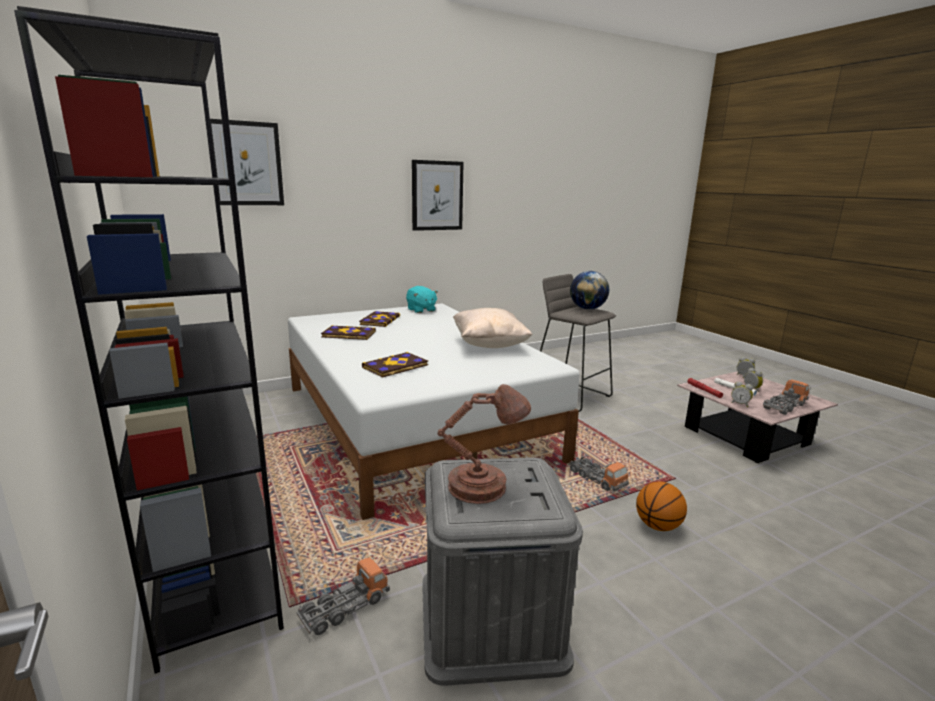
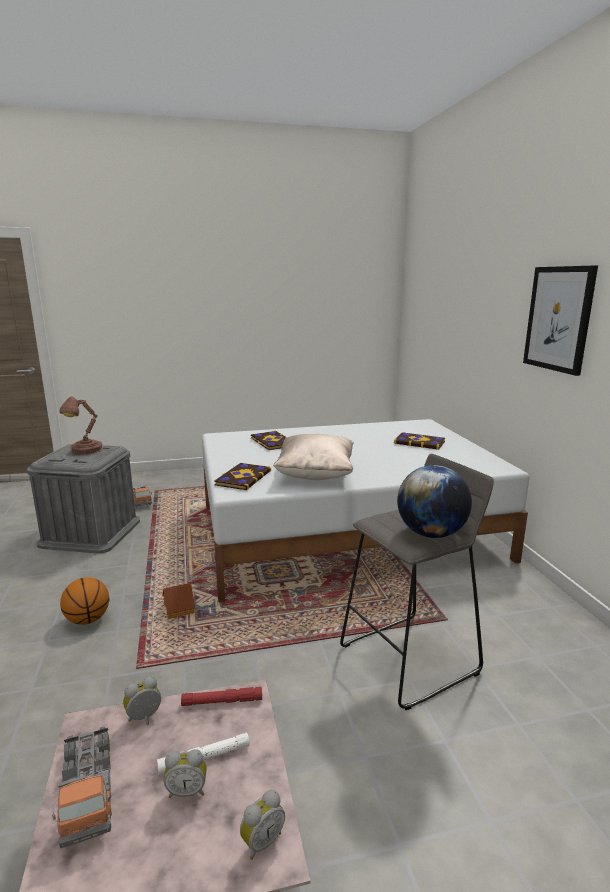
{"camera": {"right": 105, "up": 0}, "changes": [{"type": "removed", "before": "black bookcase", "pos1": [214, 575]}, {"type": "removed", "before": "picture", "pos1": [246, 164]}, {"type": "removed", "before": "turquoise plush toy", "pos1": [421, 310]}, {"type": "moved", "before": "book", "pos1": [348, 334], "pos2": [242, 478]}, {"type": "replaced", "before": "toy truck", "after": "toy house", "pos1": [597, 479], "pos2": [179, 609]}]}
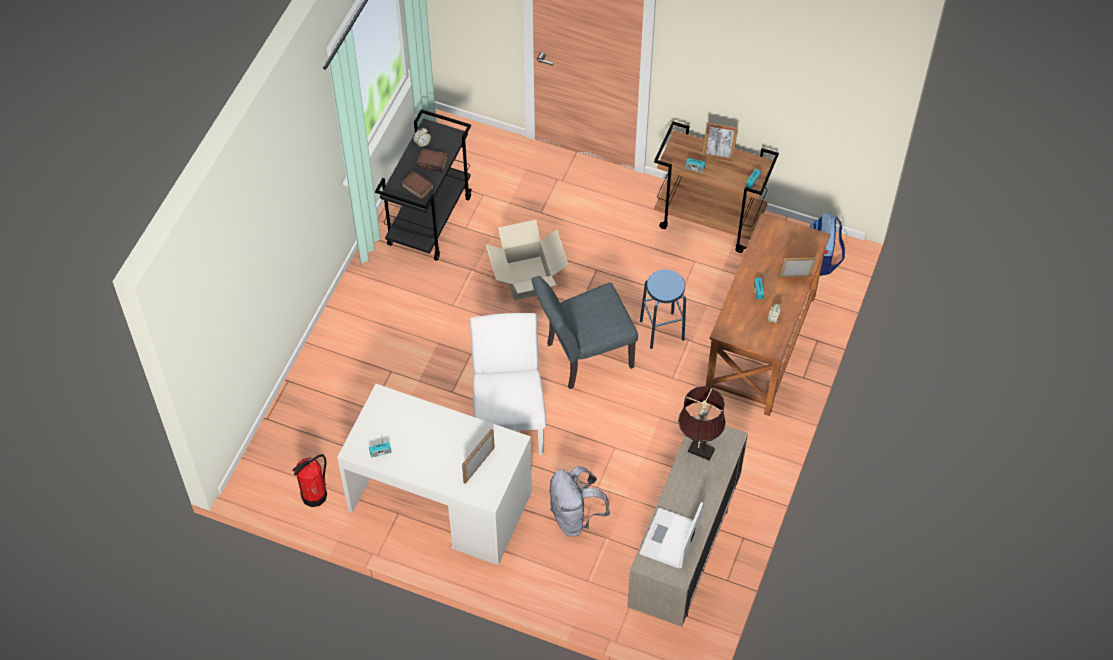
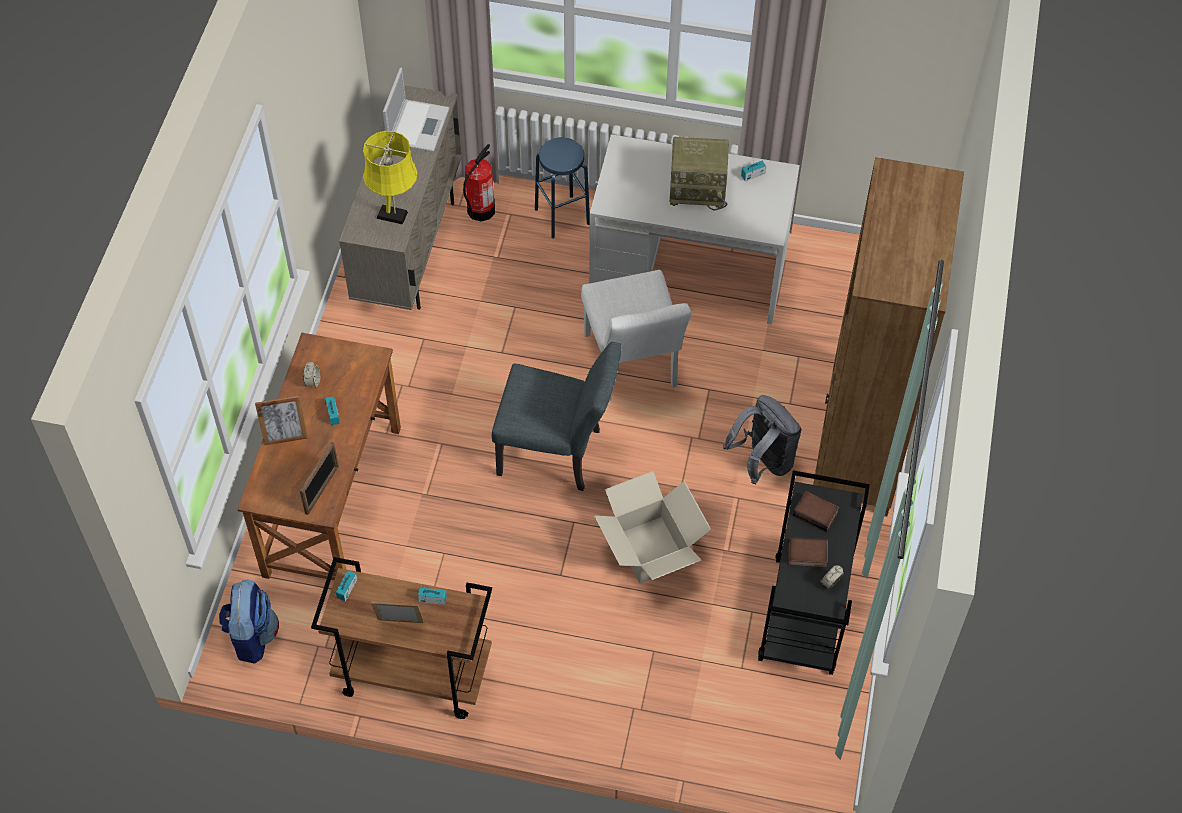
{"camera": {"right": 170, "up": 0}, "changes": [{"type": "moved", "before": "blue stool", "pos1": [661, 330], "pos2": [562, 216]}, {"type": "turned", "before": "grey chair", "pos1": [583, 357], "pos2": [558, 454], "turn": 45}, {"type": "recoloured", "before": "brown table lamp", "after": "yellow table lamp", "pos1": [698, 449], "pos2": [395, 216]}, {"type": "moved", "before": "picture frame", "pos1": [478, 465], "pos2": [322, 489]}, {"type": "moved", "before": "fire extinguisher", "pos1": [314, 495], "pos2": [480, 210]}, {"type": "moved", "before": "grey backpack", "pos1": [575, 517], "pos2": [762, 462]}, {"type": "added", "after": "radio", "pos2": [698, 189]}, {"type": "added", "after": "brown bookcase", "pos2": [858, 447]}]}
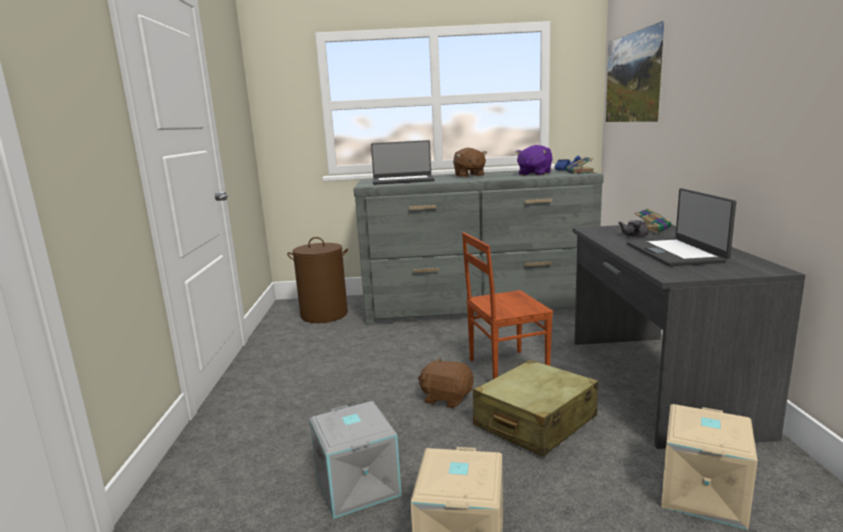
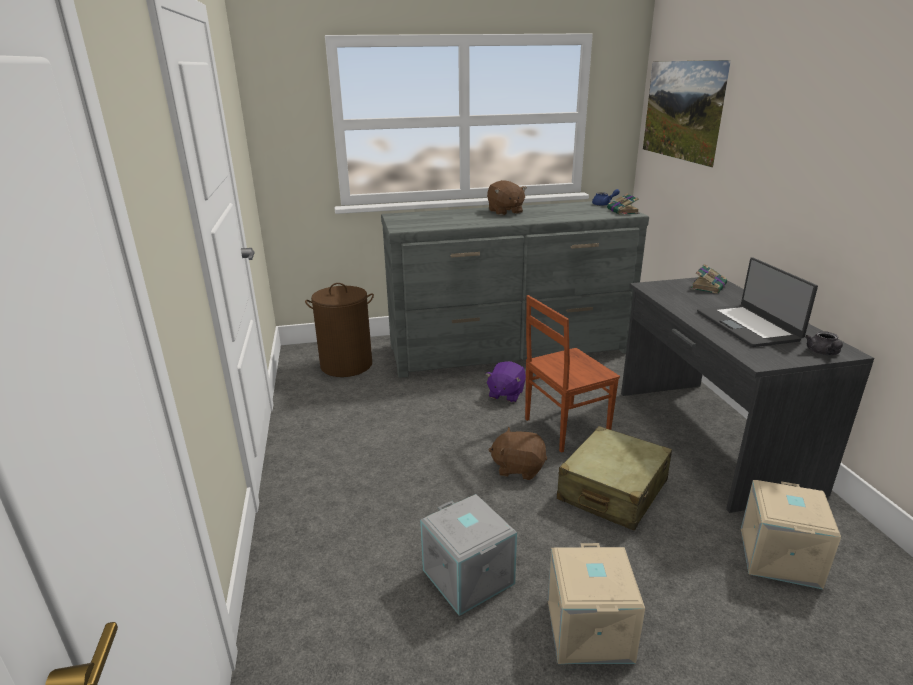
{"camera": {"right": -10, "up": 10}, "changes": [{"type": "removed", "before": "laptop", "pos1": [403, 180]}, {"type": "moved", "before": "purple plush toy", "pos1": [534, 174], "pos2": [505, 394]}, {"type": "moved", "before": "grey teapot", "pos1": [634, 236], "pos2": [823, 353]}]}
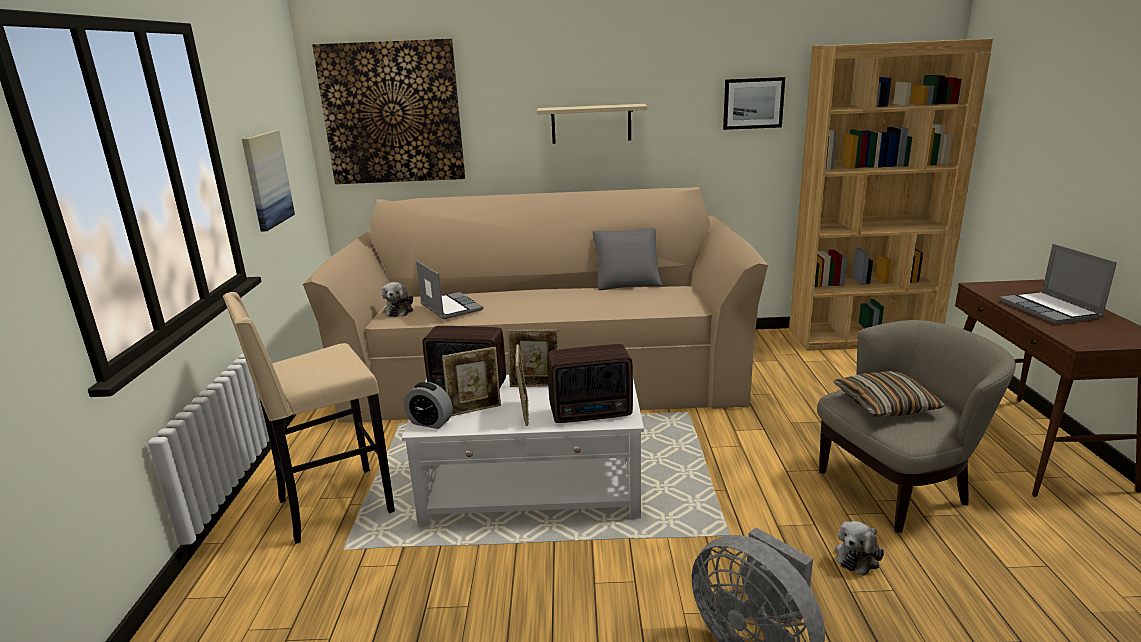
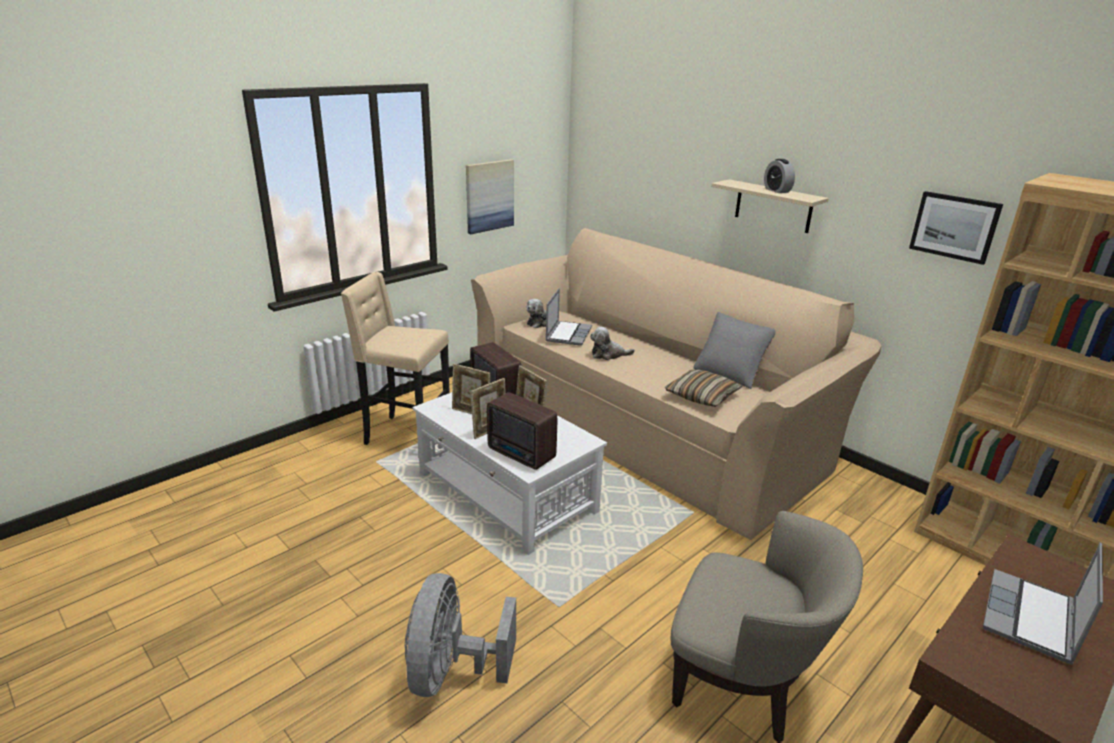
{"camera": {"right": 45, "up": 5}, "changes": [{"type": "removed", "before": "picture", "pos1": [392, 113]}, {"type": "moved", "before": "pillow", "pos1": [885, 405], "pos2": [702, 396]}, {"type": "moved", "before": "alarm clock", "pos1": [430, 422], "pos2": [777, 190]}, {"type": "moved", "before": "plush toy", "pos1": [858, 556], "pos2": [608, 355]}]}
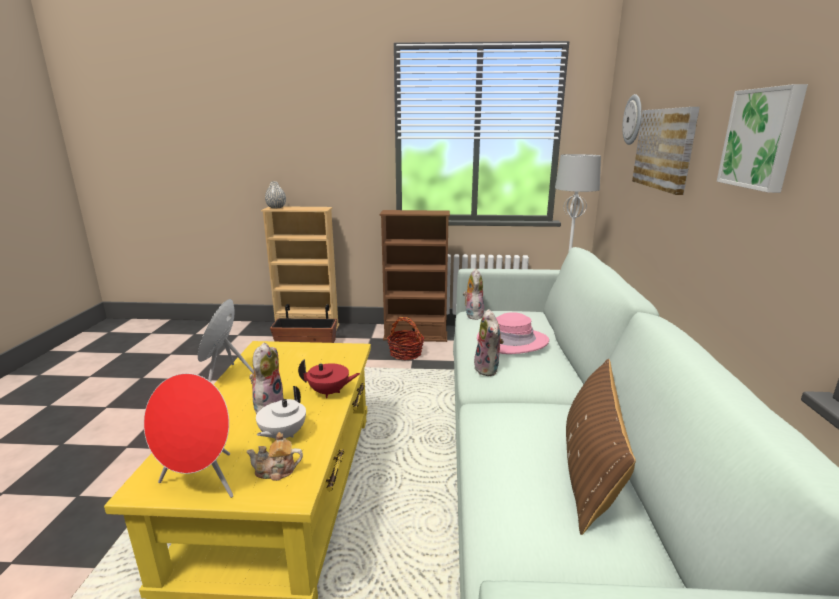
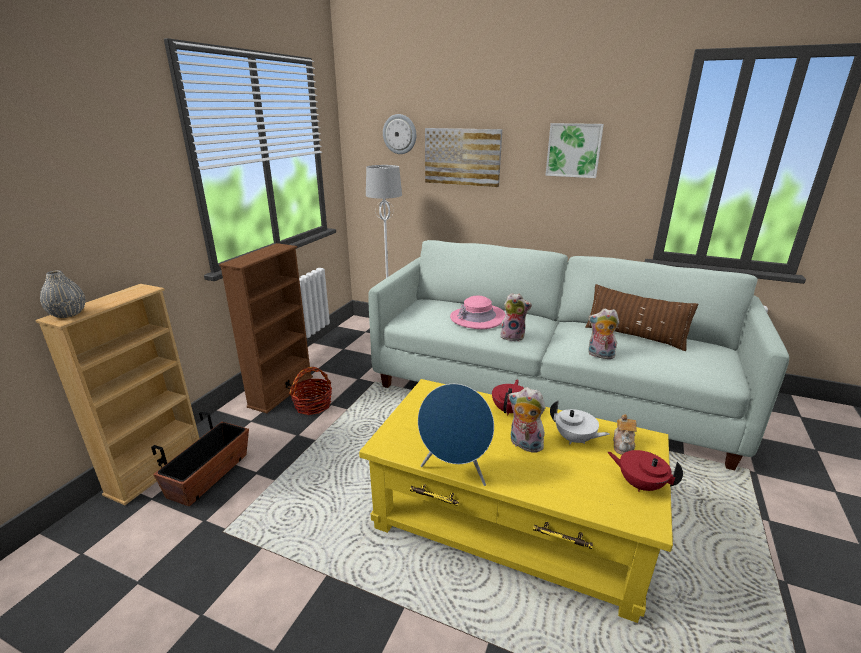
{"camera": {"right": -70, "up": 5}, "changes": [{"type": "moved", "before": "plush toy", "pos1": [472, 315], "pos2": [600, 355]}, {"type": "replaced", "before": "red speaker", "after": "red teapot", "pos1": [201, 483], "pos2": [640, 484]}]}
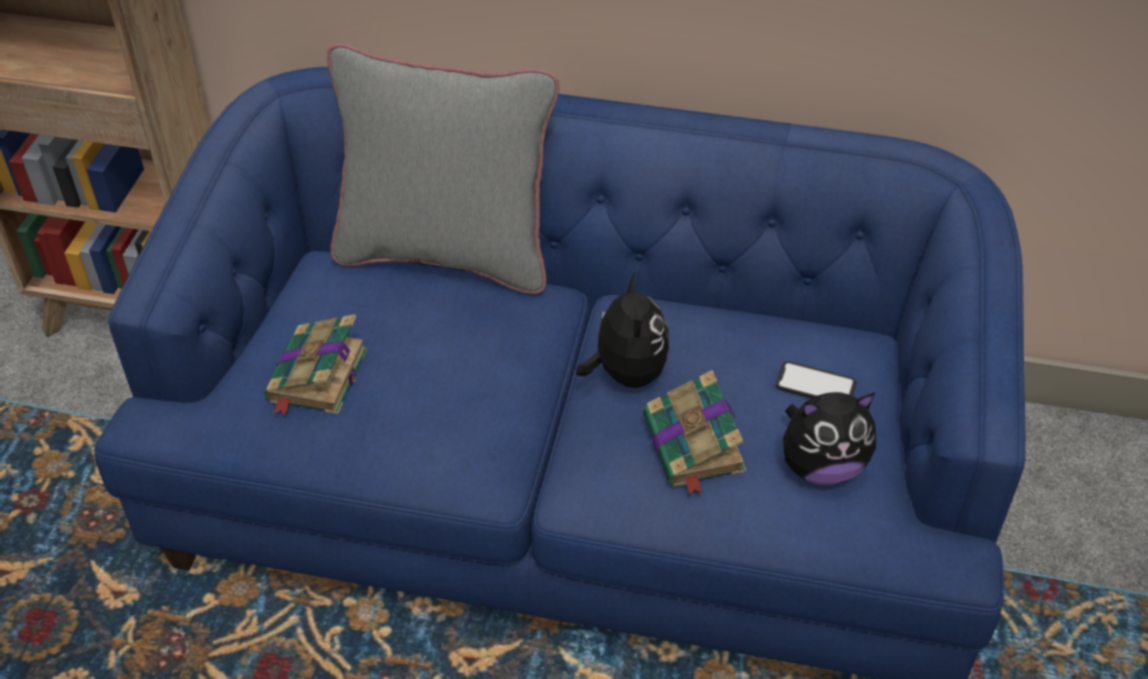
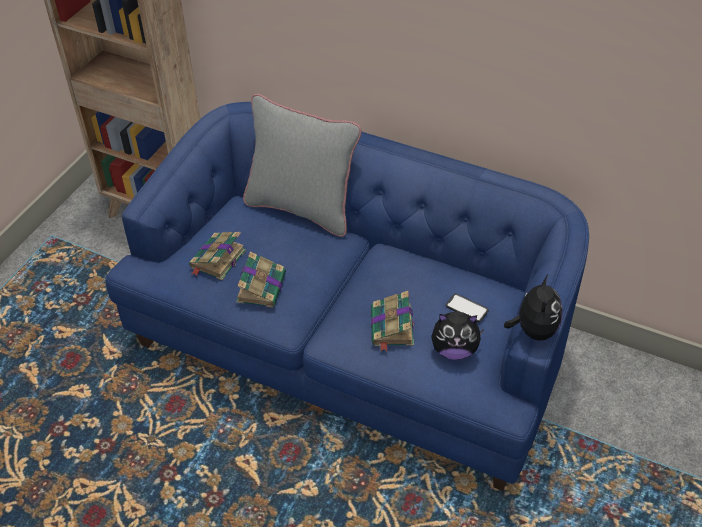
{"camera": {"right": 15, "up": 0}, "changes": [{"type": "moved", "before": "plush toy", "pos1": [626, 373], "pos2": [533, 330]}, {"type": "added", "after": "book", "pos2": [261, 286]}]}
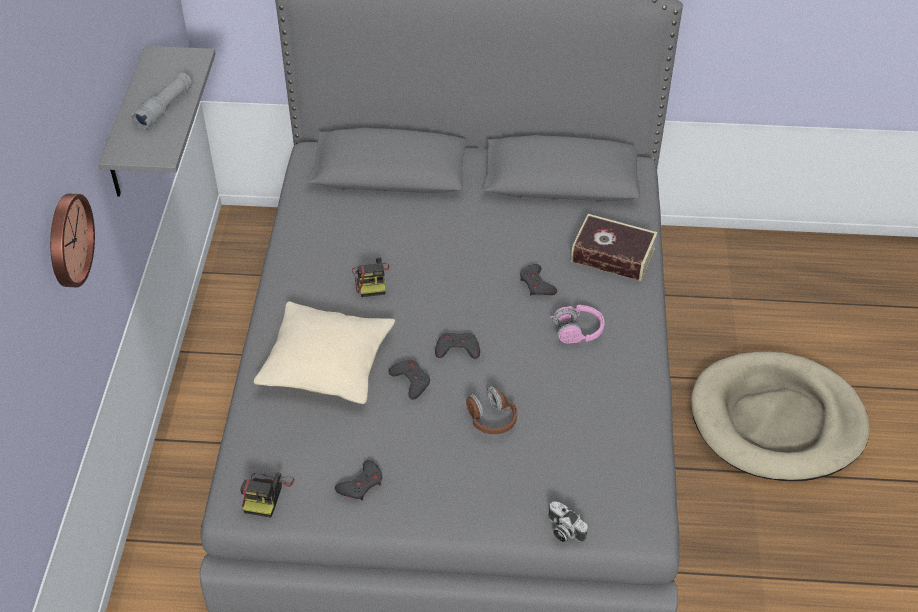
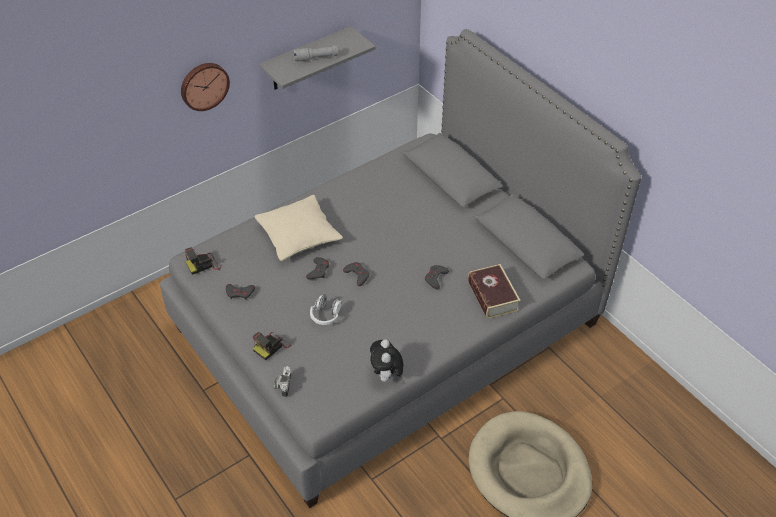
{"camera": {"right": 50, "up": 0}, "changes": [{"type": "moved", "before": "photo camera", "pos1": [371, 280], "pos2": [271, 346]}, {"type": "removed", "before": "pink headphones", "pos1": [577, 332]}, {"type": "recoloured", "before": "brown headphones", "after": "white headphones", "pos1": [491, 419], "pos2": [326, 315]}, {"type": "added", "after": "plush toy", "pos2": [386, 376]}]}
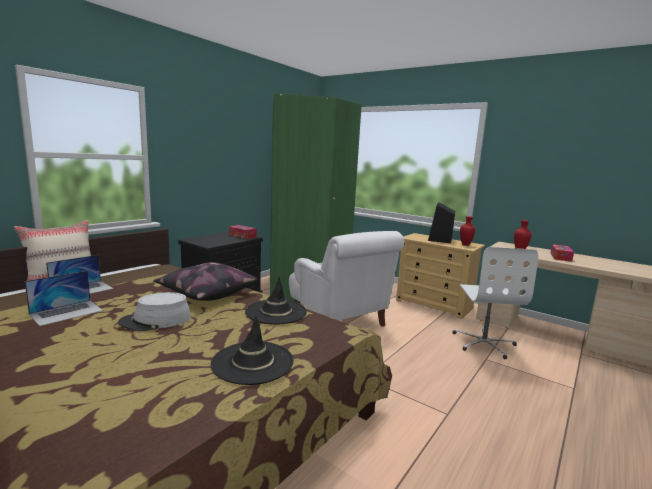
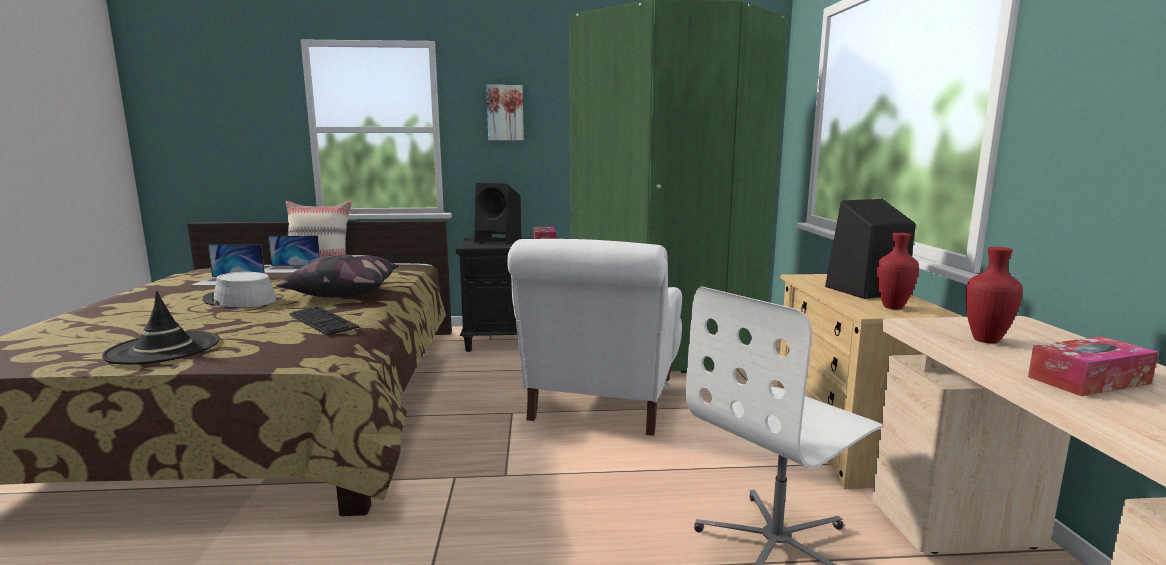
{"camera": {"right": 50, "up": 0}, "changes": [{"type": "replaced", "before": "black hat", "after": "keyboard", "pos1": [276, 312], "pos2": [325, 321]}, {"type": "added", "after": "picture", "pos2": [505, 113]}, {"type": "added", "after": "black speaker", "pos2": [499, 241]}]}
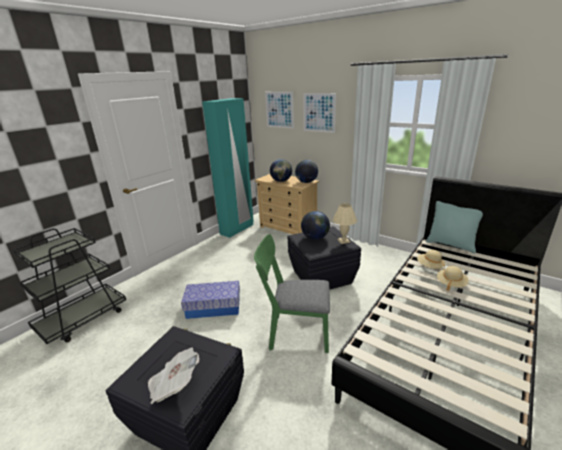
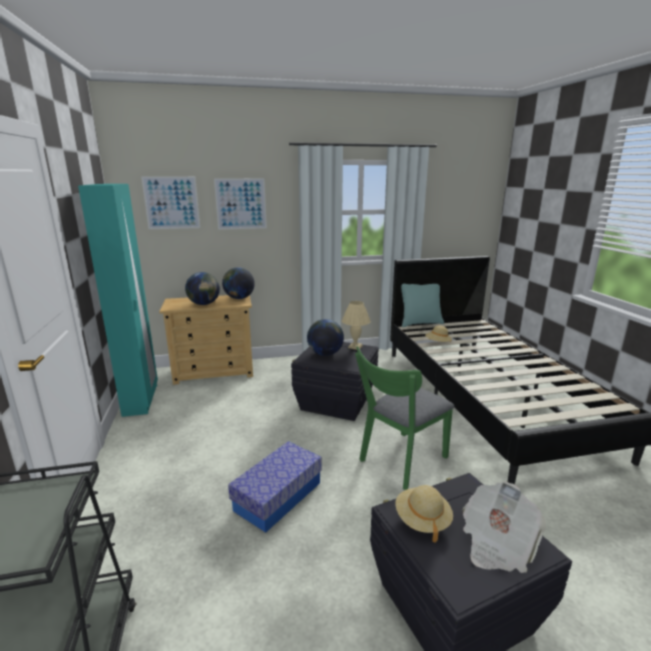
{"camera": {"right": -50, "up": -5}, "changes": [{"type": "moved", "before": "beige hat", "pos1": [451, 283], "pos2": [422, 520]}]}
